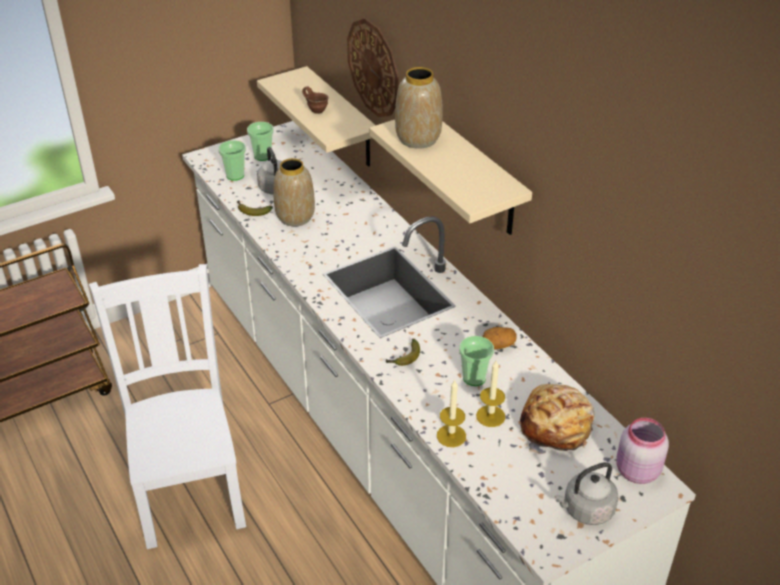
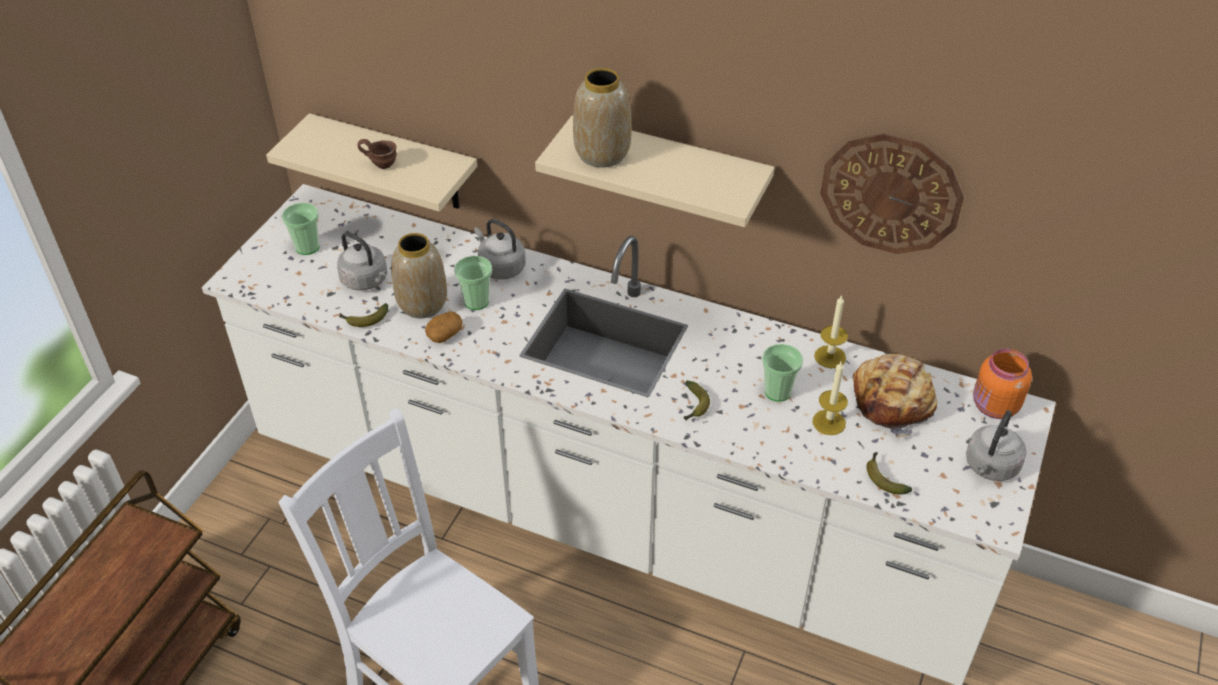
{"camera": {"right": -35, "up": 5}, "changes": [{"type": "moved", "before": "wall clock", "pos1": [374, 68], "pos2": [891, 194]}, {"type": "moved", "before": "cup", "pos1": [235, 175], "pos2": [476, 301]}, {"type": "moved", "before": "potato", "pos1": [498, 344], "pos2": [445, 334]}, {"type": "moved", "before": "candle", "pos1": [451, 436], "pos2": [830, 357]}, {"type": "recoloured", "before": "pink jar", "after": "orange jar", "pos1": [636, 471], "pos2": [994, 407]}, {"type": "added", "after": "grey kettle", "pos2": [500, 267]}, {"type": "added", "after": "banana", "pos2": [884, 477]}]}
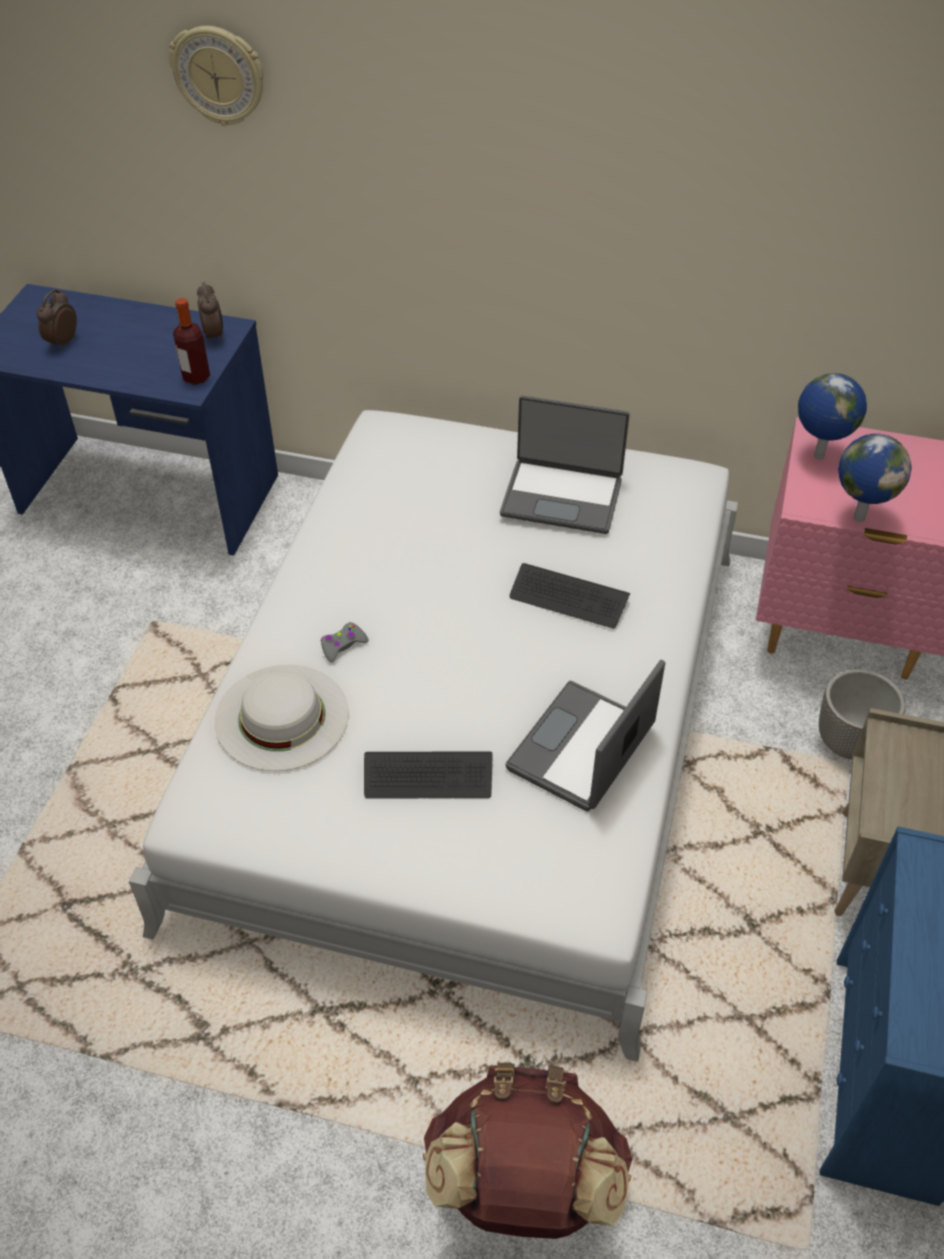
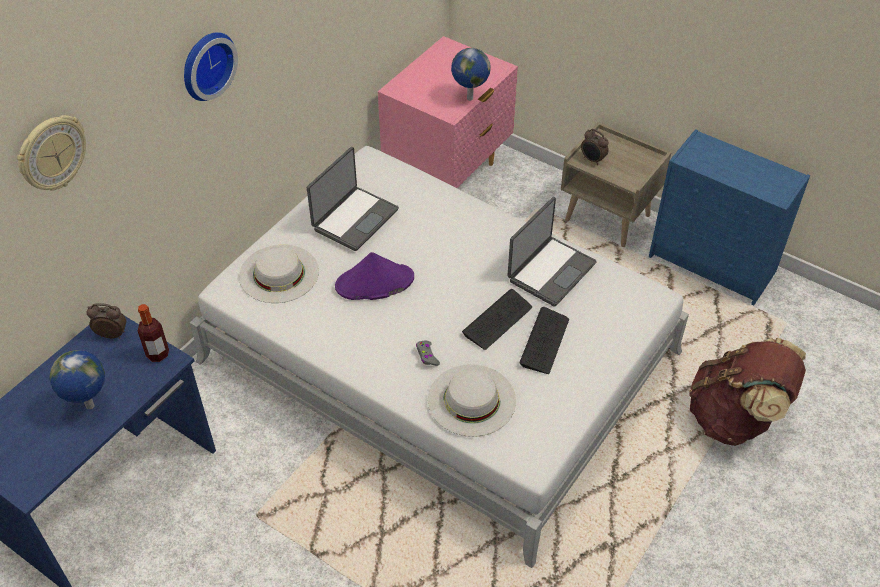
{"camera": {"right": -70, "up": 0}, "changes": [{"type": "moved", "before": "alarm clock", "pos1": [62, 342], "pos2": [592, 160]}, {"type": "moved", "before": "globe", "pos1": [817, 456], "pos2": [90, 407]}, {"type": "moved", "before": "keyboard", "pos1": [568, 598], "pos2": [497, 320]}, {"type": "turned", "before": "laptop", "pos1": [583, 749], "pos2": [550, 271], "turn": -105}, {"type": "removed", "before": "planter", "pos1": [850, 743]}, {"type": "added", "after": "wall clock", "pos2": [205, 64]}, {"type": "added", "after": "white hat", "pos2": [279, 273]}, {"type": "added", "after": "purple hat", "pos2": [374, 282]}]}
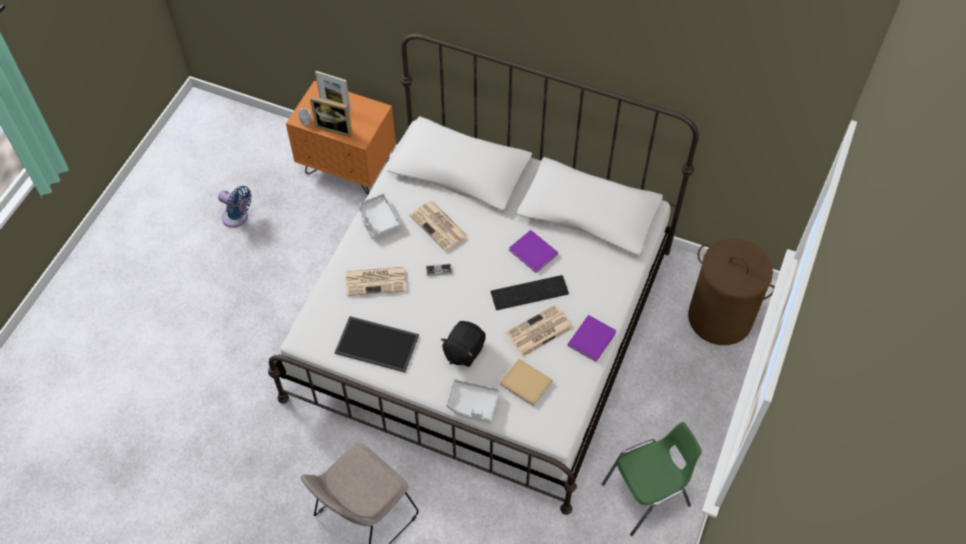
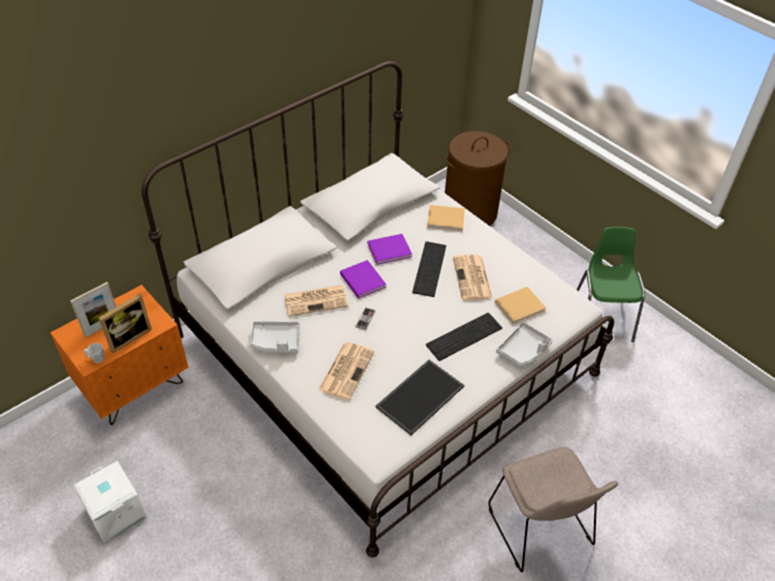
{"camera": {"right": -65, "up": -10}, "changes": [{"type": "replaced", "before": "blue fan", "after": "white storage box", "pos1": [237, 218], "pos2": [114, 512]}, {"type": "moved", "before": "purple book", "pos1": [592, 338], "pos2": [362, 279]}, {"type": "replaced", "before": "black plush toy", "after": "keyboard", "pos1": [463, 351], "pos2": [464, 335]}, {"type": "added", "after": "beige book", "pos2": [447, 219]}]}
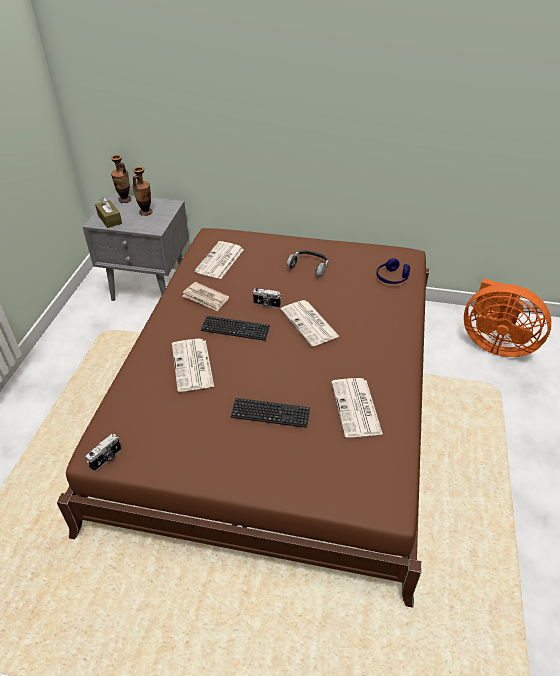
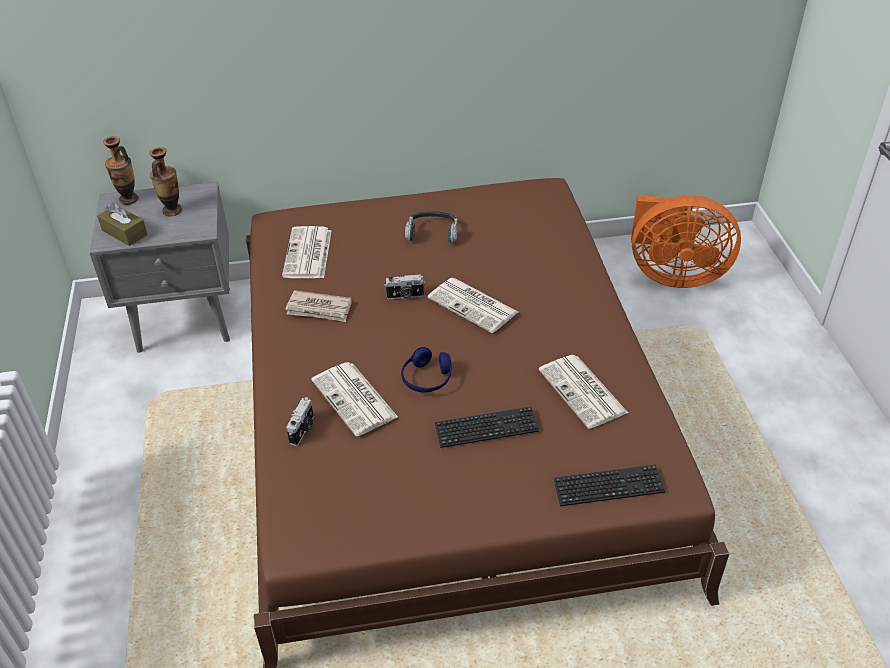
{"camera": {"right": -20, "up": 0}, "changes": [{"type": "moved", "before": "blue headphones", "pos1": [392, 278], "pos2": [427, 379]}, {"type": "moved", "before": "keyboard", "pos1": [235, 329], "pos2": [608, 487]}, {"type": "moved", "before": "photo camera", "pos1": [106, 459], "pos2": [303, 430]}]}
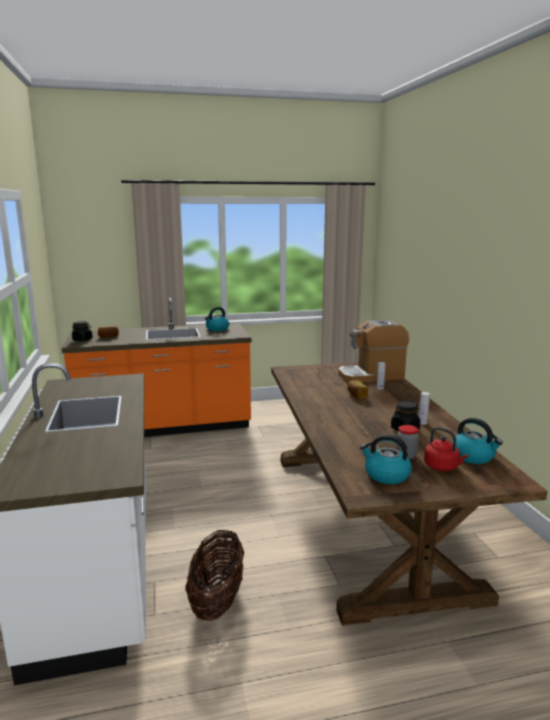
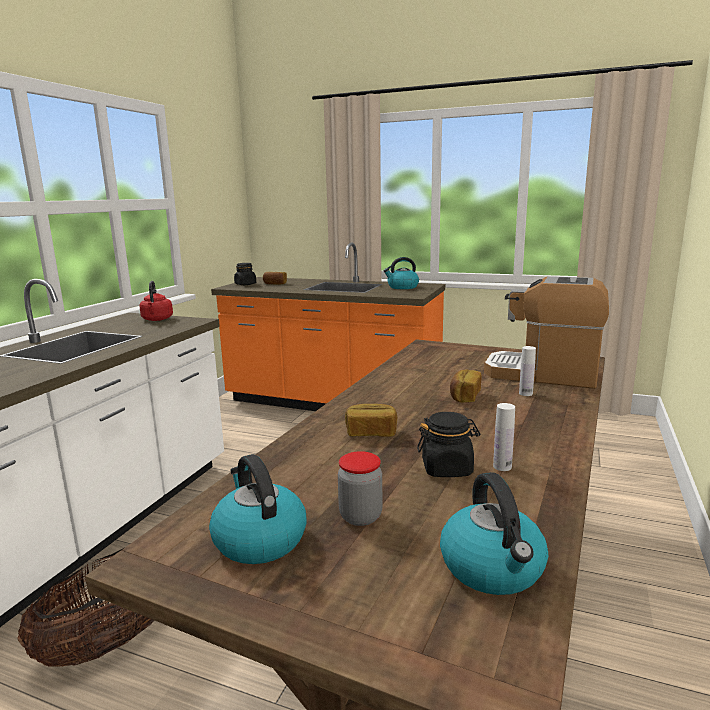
{"camera": {"right": 35, "up": 0}, "changes": [{"type": "moved", "before": "red kettle", "pos1": [443, 467], "pos2": [157, 319]}, {"type": "added", "after": "bread", "pos2": [371, 432]}]}
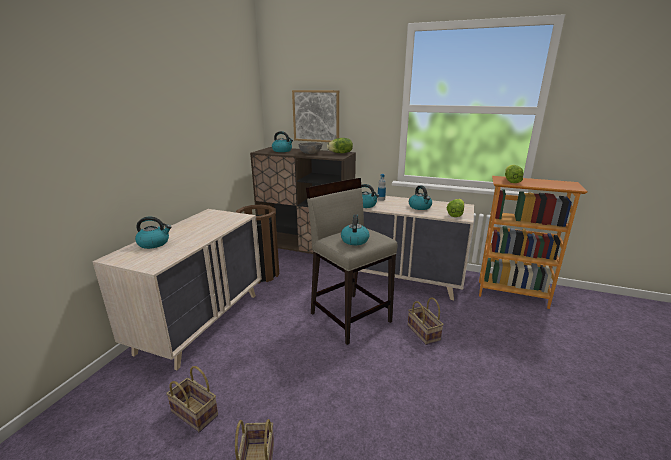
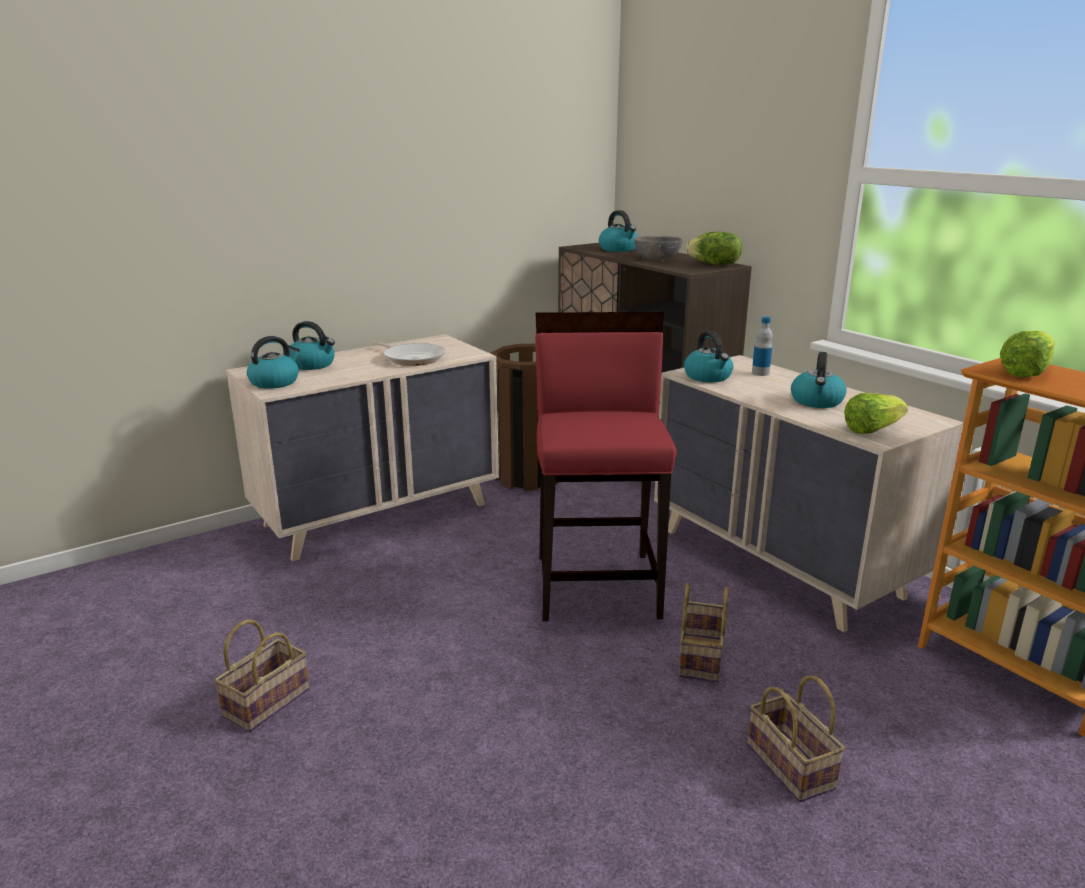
{"camera": {"right": 35, "up": 0}, "changes": [{"type": "removed", "before": "picture", "pos1": [316, 116]}, {"type": "recoloured", "before": "beige stool", "after": "red stool", "pos1": [350, 316], "pos2": [598, 584]}, {"type": "moved", "before": "kettle", "pos1": [354, 240], "pos2": [275, 382]}, {"type": "moved", "before": "basket", "pos1": [196, 413], "pos2": [793, 767]}, {"type": "added", "after": "frying pan", "pos2": [412, 358]}]}
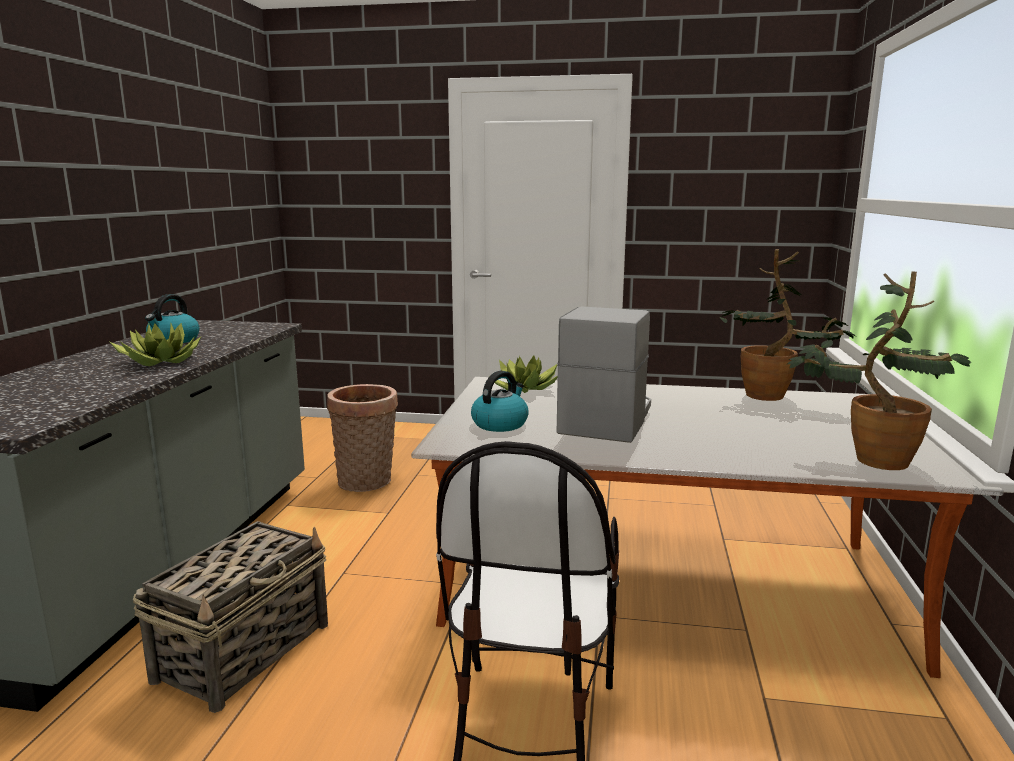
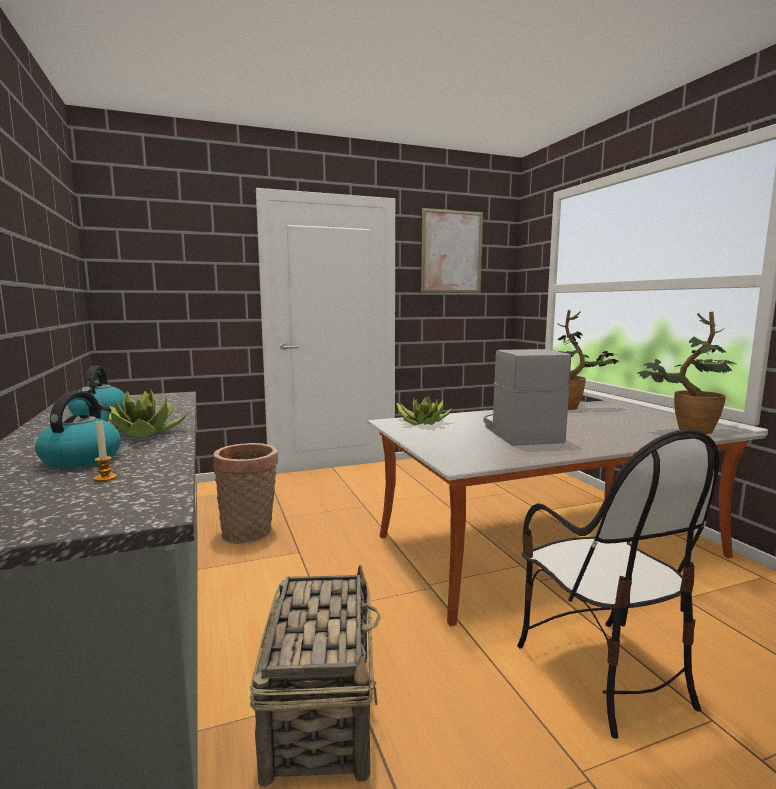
{"camera": {"right": -30, "up": -5}, "changes": [{"type": "moved", "before": "kettle", "pos1": [500, 424], "pos2": [82, 459]}, {"type": "added", "after": "picture", "pos2": [451, 251]}, {"type": "added", "after": "candle", "pos2": [105, 478]}]}
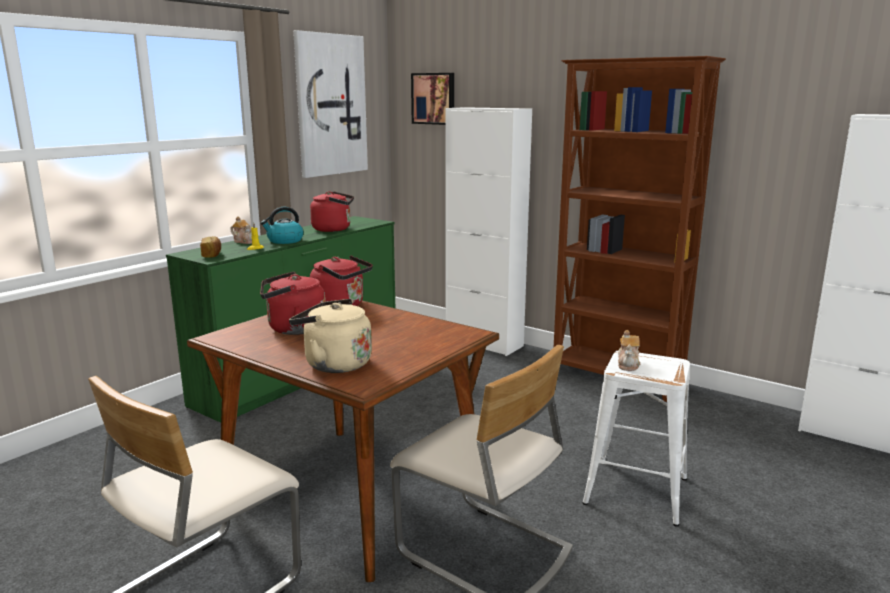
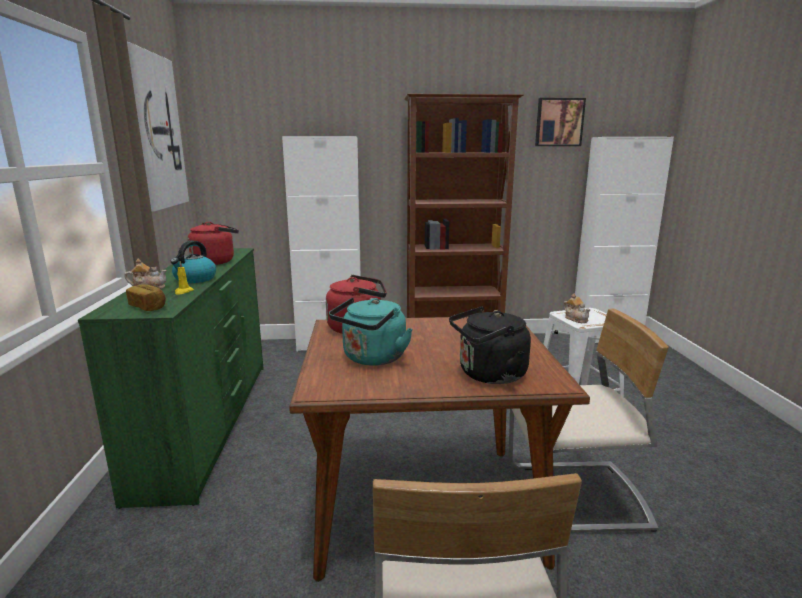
{"camera": {"right": -40, "up": 0}, "changes": [{"type": "moved", "before": "picture", "pos1": [434, 98], "pos2": [559, 122]}, {"type": "recoloured", "before": "red kettle", "after": "turquoise kettle", "pos1": [293, 329], "pos2": [372, 359]}, {"type": "recoloured", "before": "beige kettle", "after": "black kettle", "pos1": [334, 364], "pos2": [488, 375]}]}
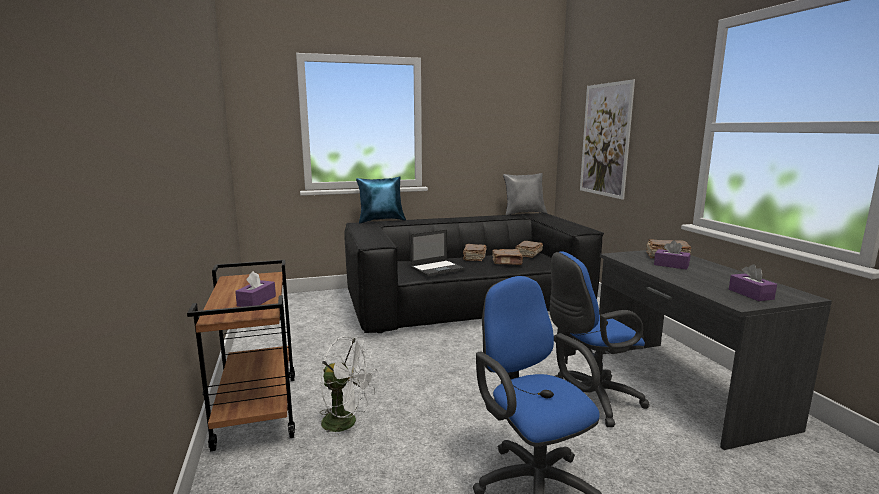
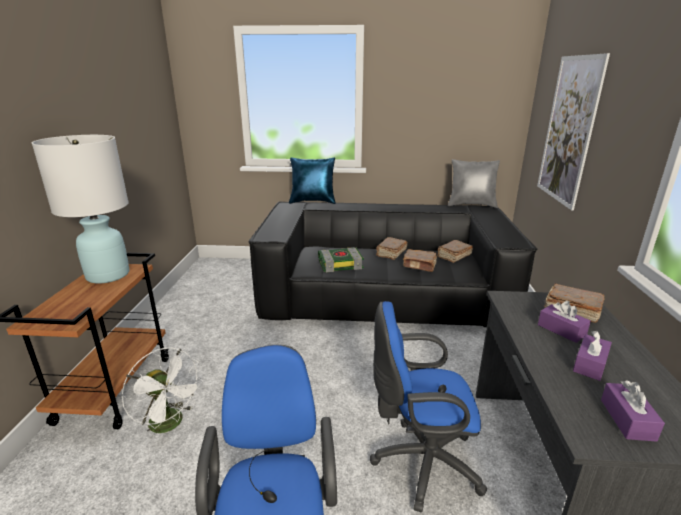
{"camera": {"right": 20, "up": 10}, "changes": [{"type": "replaced", "before": "laptop", "after": "book", "pos1": [437, 268], "pos2": [340, 264]}, {"type": "moved", "before": "purple tissue box", "pos1": [256, 301], "pos2": [590, 364]}, {"type": "added", "after": "white table lamp", "pos2": [108, 275]}]}
